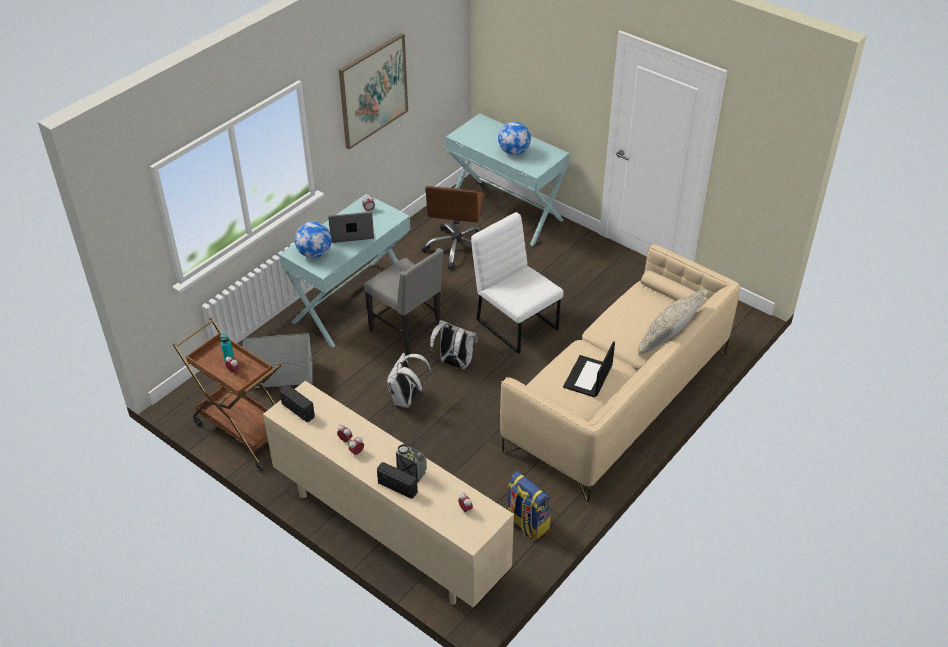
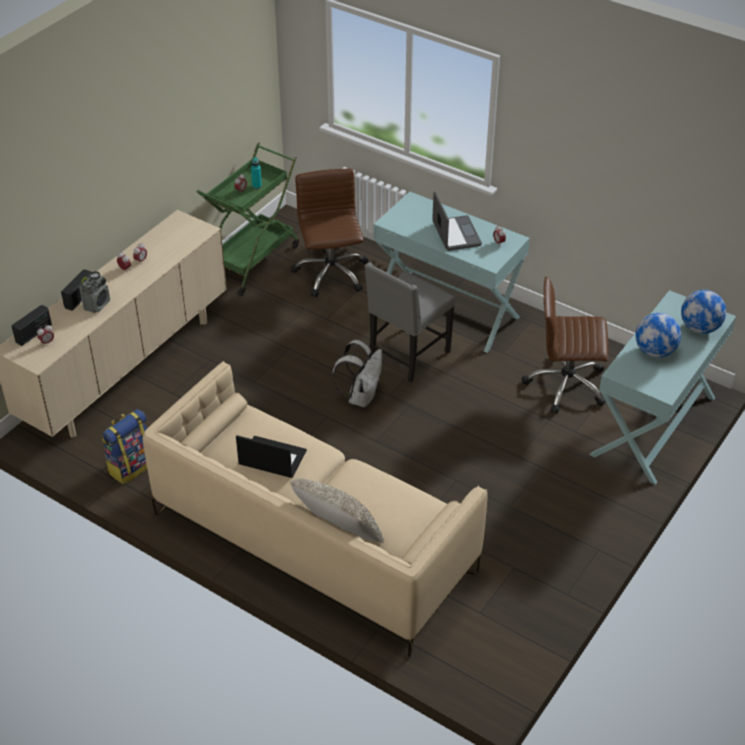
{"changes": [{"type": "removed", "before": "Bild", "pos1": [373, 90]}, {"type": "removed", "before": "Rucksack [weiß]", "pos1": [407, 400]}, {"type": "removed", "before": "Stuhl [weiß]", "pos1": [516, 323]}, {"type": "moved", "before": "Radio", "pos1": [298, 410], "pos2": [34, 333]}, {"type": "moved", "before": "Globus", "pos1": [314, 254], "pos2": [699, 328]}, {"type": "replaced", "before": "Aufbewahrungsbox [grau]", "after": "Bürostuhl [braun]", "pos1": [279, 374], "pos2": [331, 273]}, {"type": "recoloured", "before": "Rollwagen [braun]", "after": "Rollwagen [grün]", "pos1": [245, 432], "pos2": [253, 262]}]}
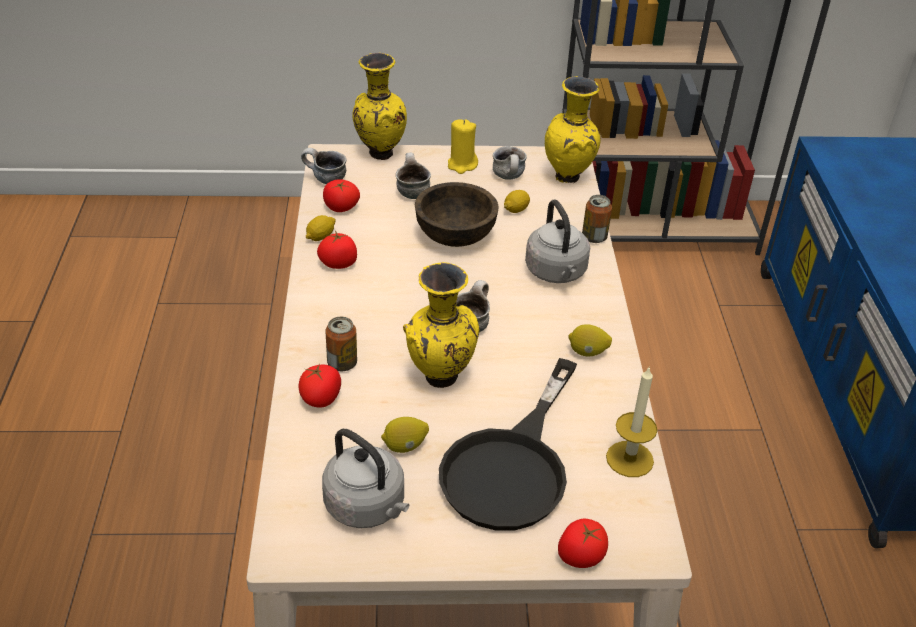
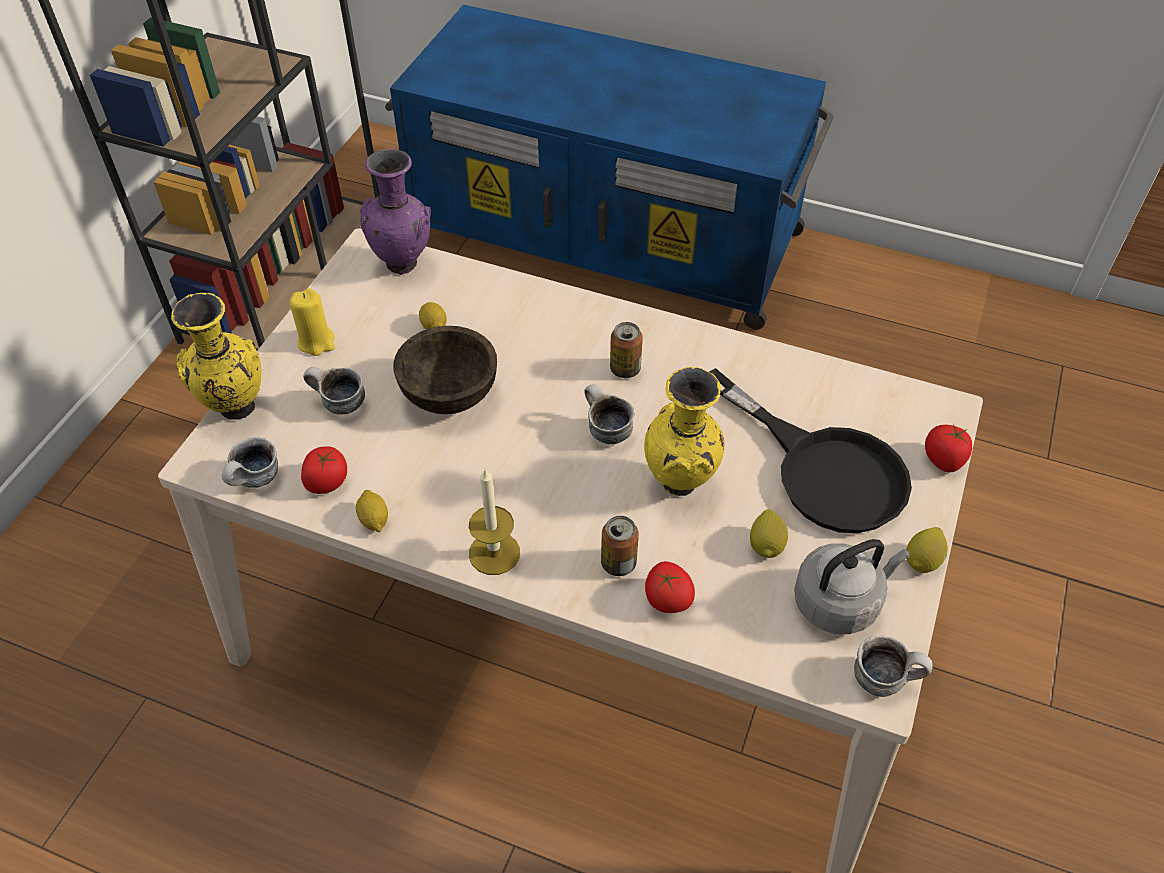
{"changes": [{"type": "removed", "before": "Tomate", "pos1": [338, 263]}, {"type": "removed", "before": "Wasserkessel [grau]", "pos1": [556, 273]}, {"type": "moved", "before": "Henkelbecher", "pos1": [510, 178], "pos2": [885, 678]}, {"type": "moved", "before": "Zitrone", "pos1": [587, 352], "pos2": [923, 561]}, {"type": "moved", "before": "Dose", "pos1": [594, 237], "pos2": [625, 369]}, {"type": "moved", "before": "Kerze", "pos1": [629, 459], "pos2": [494, 553]}, {"type": "recoloured", "before": "Vase [gelb]", "after": "Vase [lila]", "pos1": [569, 178], "pos2": [404, 264]}]}
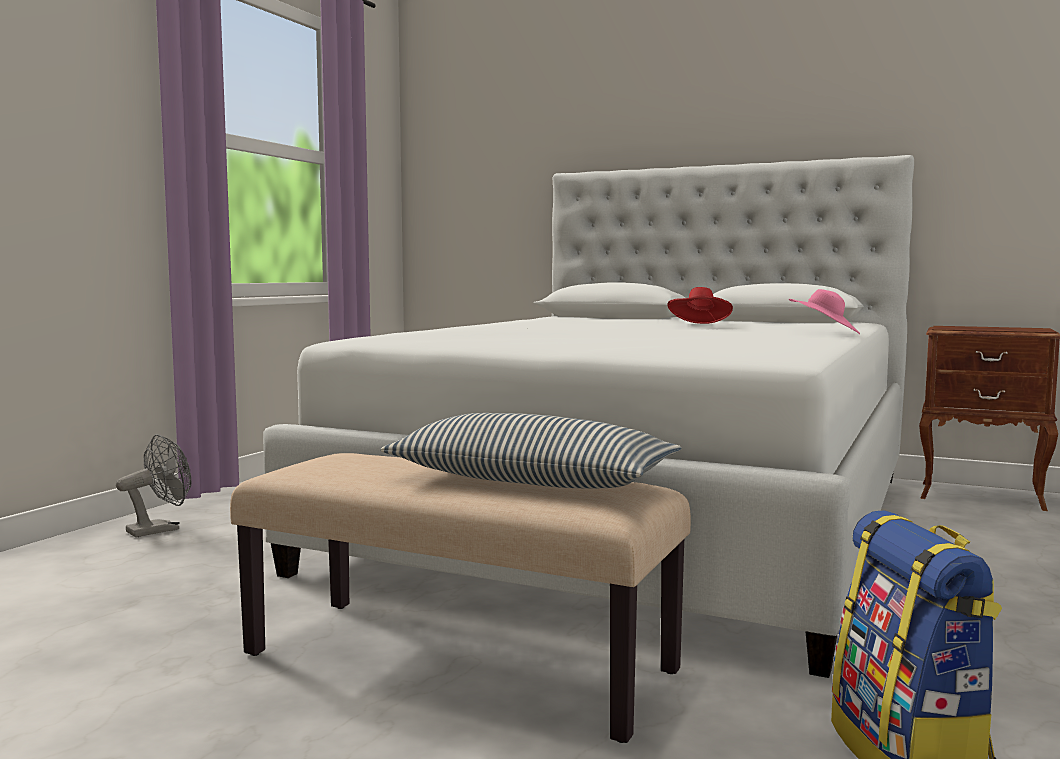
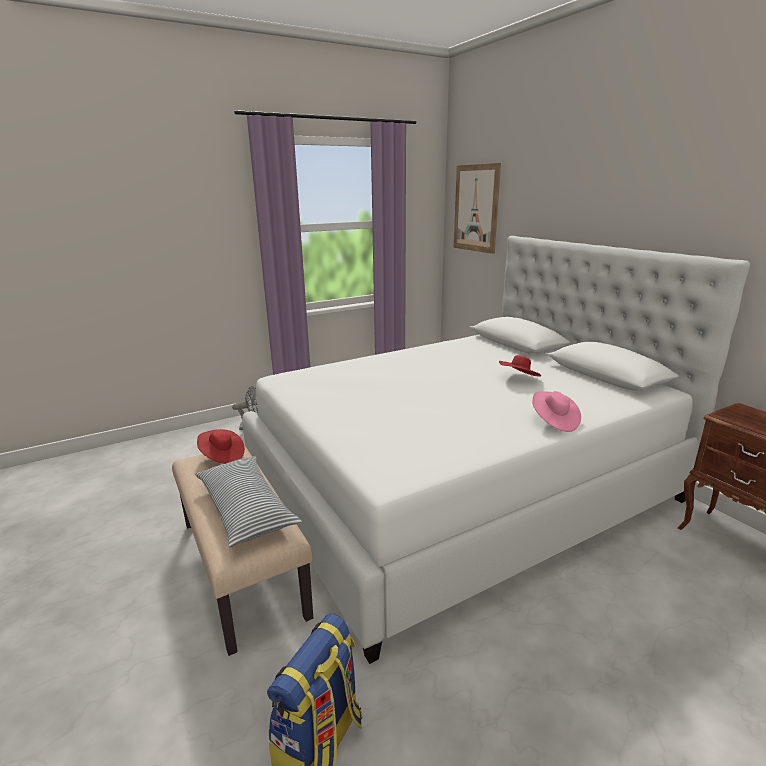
{"changes": [{"type": "added", "after": "Hut [rot]", "pos2": [222, 456]}, {"type": "added", "after": "Bild", "pos2": [476, 208]}]}
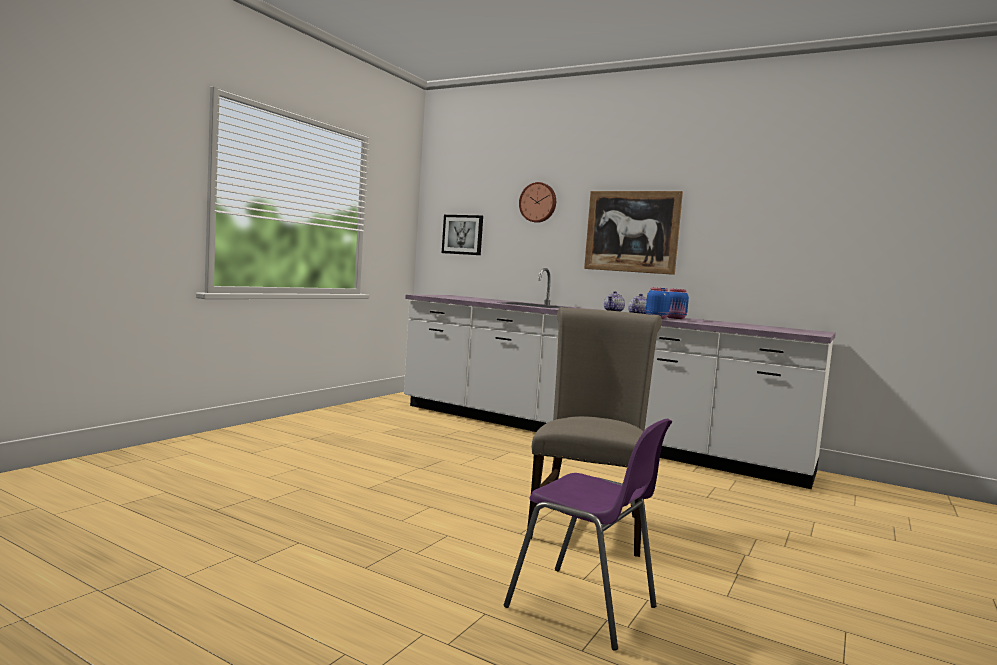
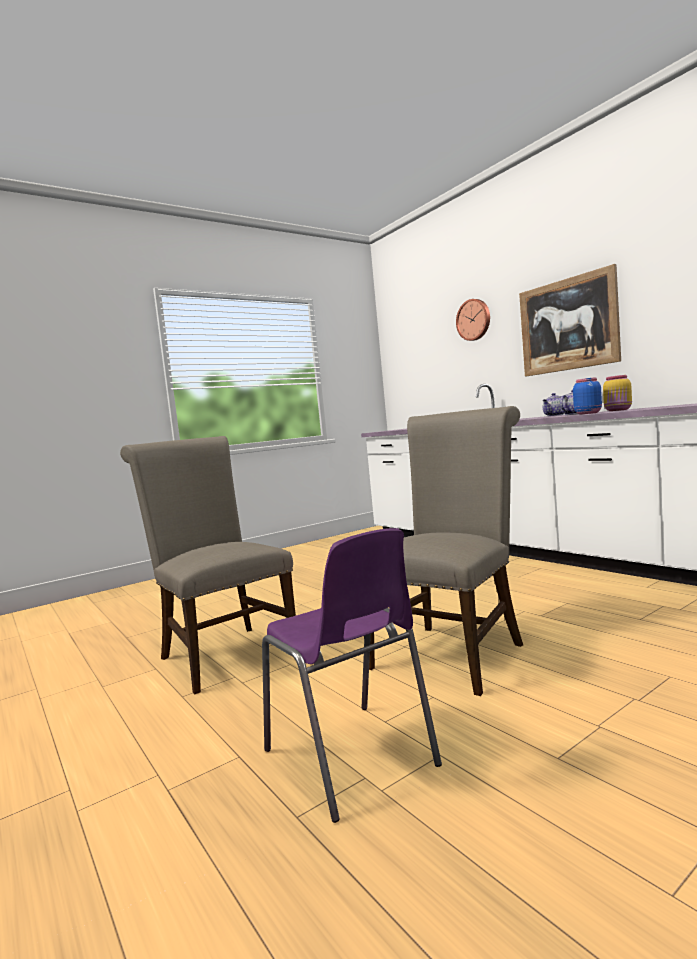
{"changes": [{"type": "removed", "before": "Bild", "pos1": [463, 234]}, {"type": "added", "after": "Stuhl [beige]", "pos2": [223, 654]}, {"type": "recoloured", "before": "Vorratsglas [blau]", "after": "Vorratsglas [gelb]", "pos1": [675, 318], "pos2": [618, 410]}]}
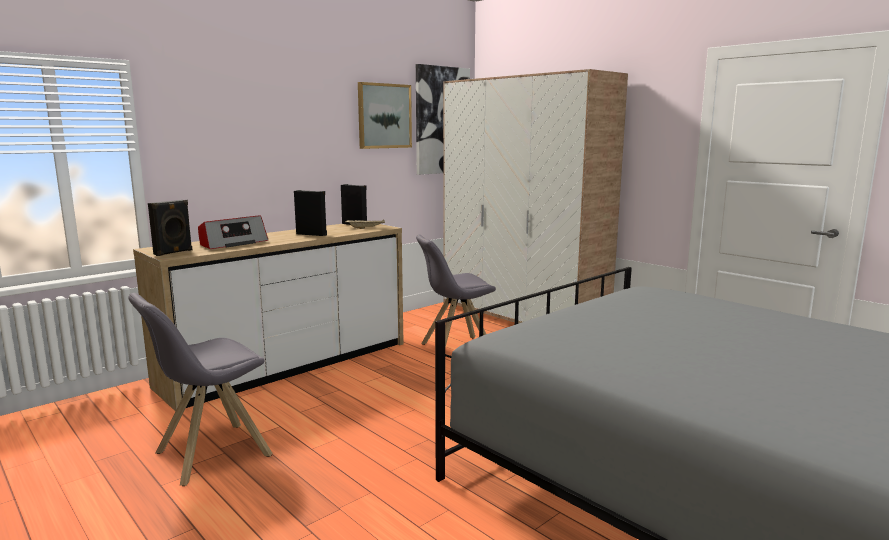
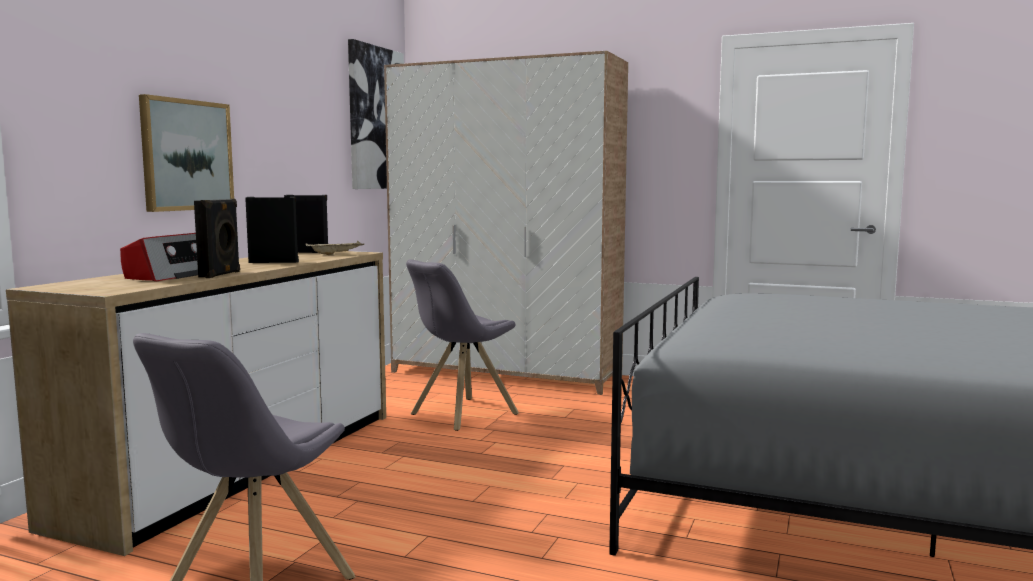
{"changes": [{"type": "moved", "before": "Lautsprecher [schwarz]", "pos1": [174, 252], "pos2": [221, 274]}, {"type": "moved", "before": "Bild", "pos1": [384, 116], "pos2": [186, 155]}]}
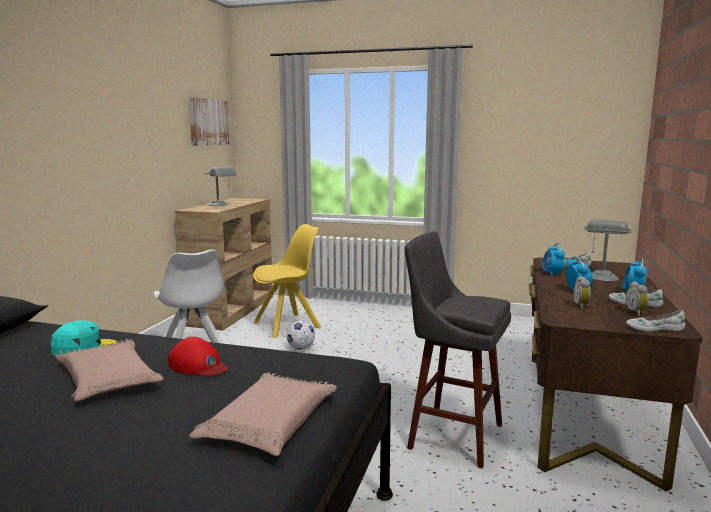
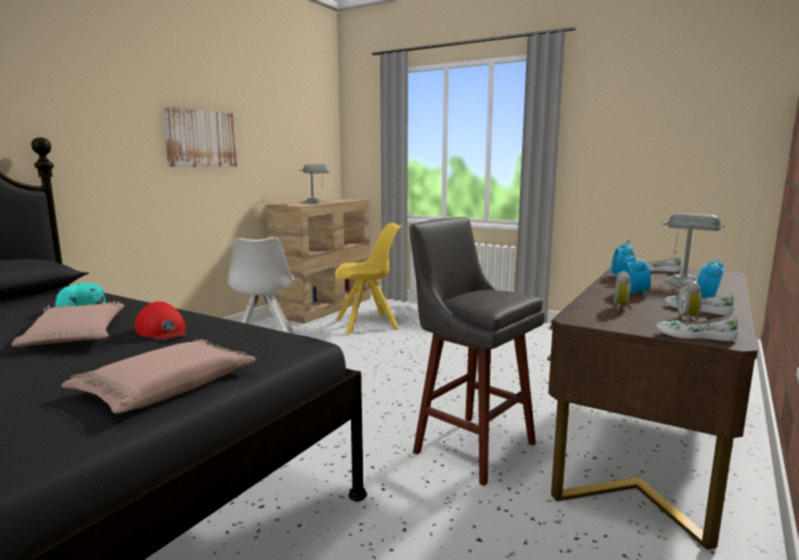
{"changes": [{"type": "removed", "before": "Fußball", "pos1": [301, 348]}, {"type": "moved", "before": "Bild", "pos1": [209, 122], "pos2": [201, 138]}]}
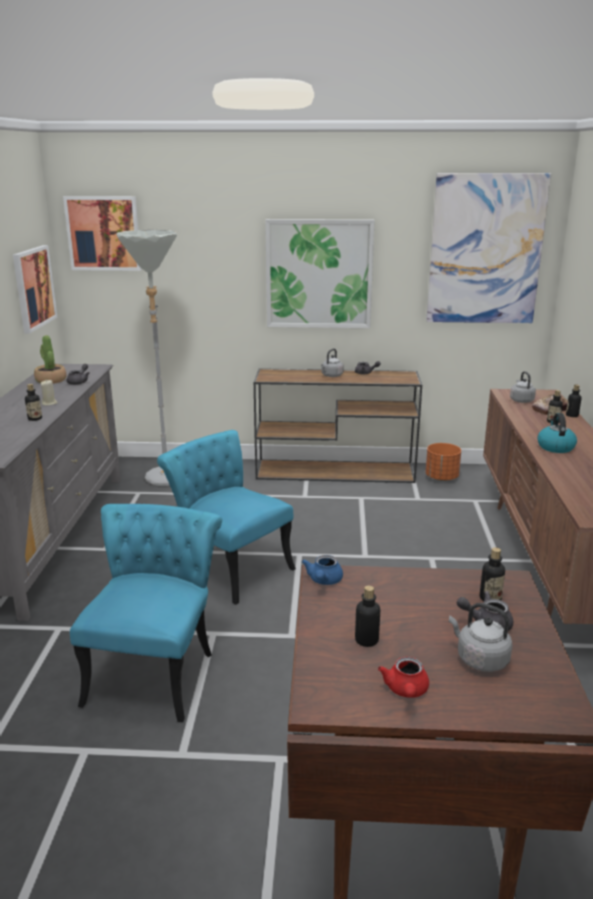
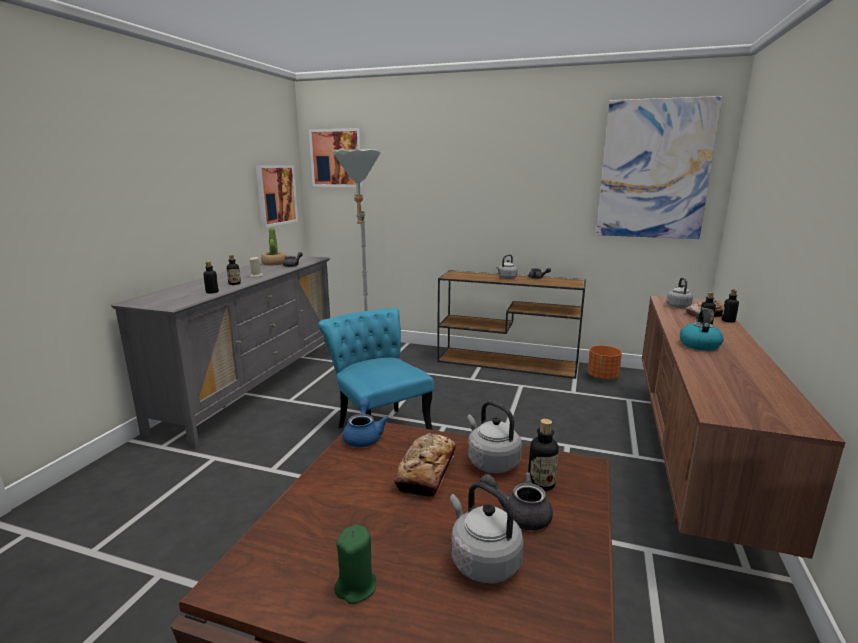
{"changes": [{"type": "removed", "before": "Stuhl [türkis]", "pos1": [155, 669]}, {"type": "removed", "before": "Bild", "pos1": [319, 274]}, {"type": "added", "after": "Brot", "pos2": [426, 471]}, {"type": "added", "after": "Wasserkessel [grau]", "pos2": [491, 462]}, {"type": "moved", "before": "Flasche", "pos1": [366, 640], "pos2": [212, 292]}, {"type": "replaced", "before": "Teekanne [rot]", "after": "Kerze [grün]", "pos1": [406, 691], "pos2": [356, 587]}, {"type": "turned", "before": "Teekanne [blau]", "pos1": [323, 581], "pos2": [363, 436], "turn": 150}]}
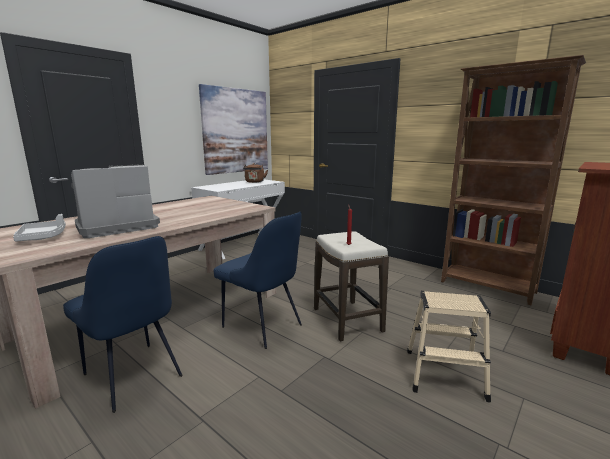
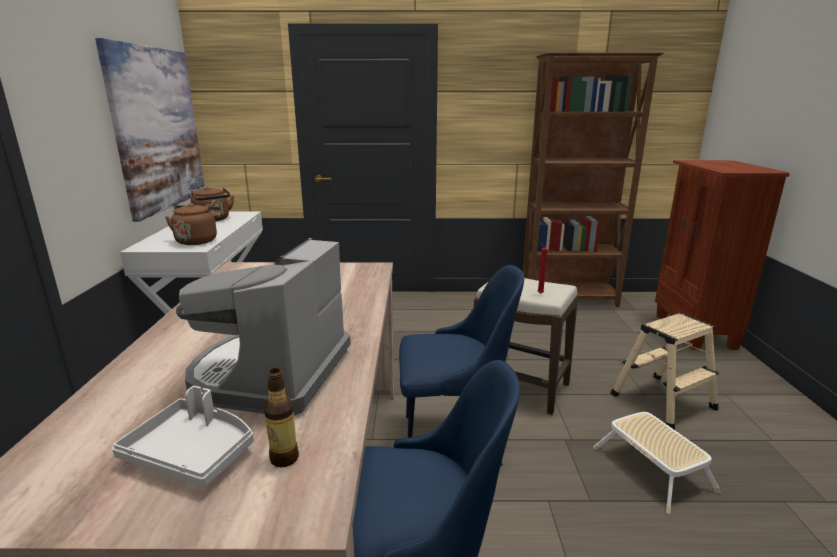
{"changes": [{"type": "added", "after": "Wasserkessel [braun]", "pos2": [197, 240]}, {"type": "added", "after": "Flasche", "pos2": [284, 458]}, {"type": "added", "after": "Trittleiter [beige]", "pos2": [652, 469]}]}
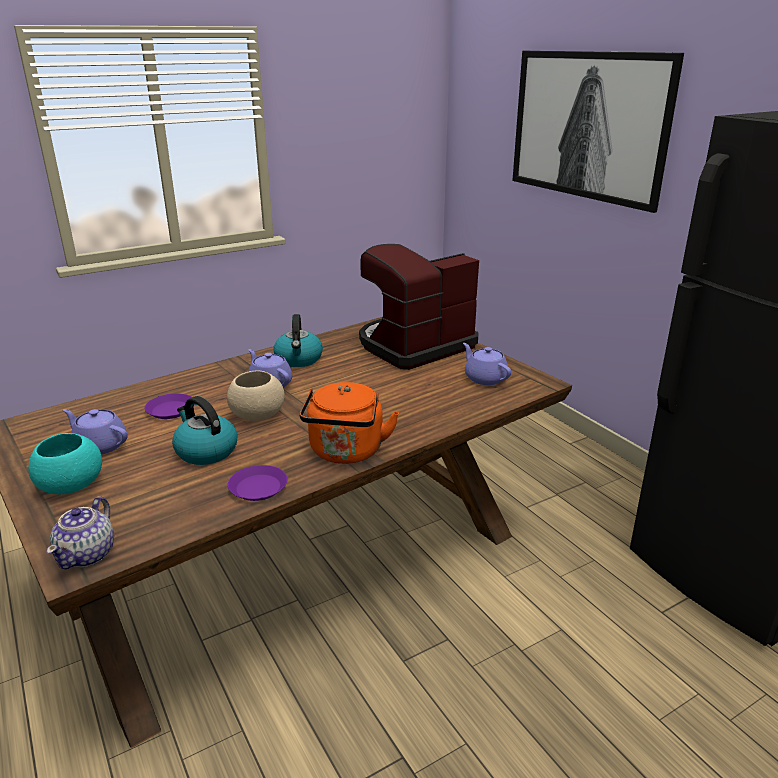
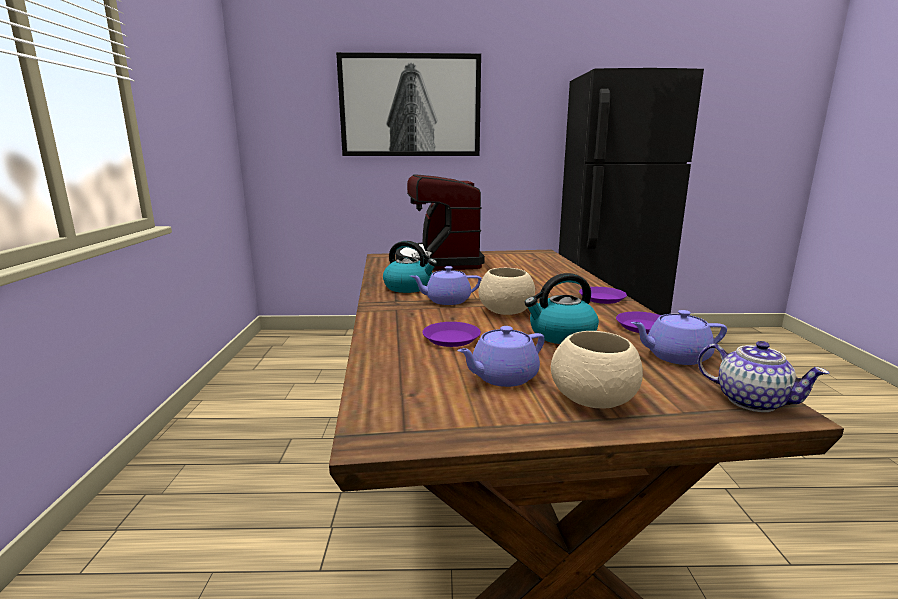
{"changes": [{"type": "moved", "before": "Teekanne [lila]", "pos1": [485, 378], "pos2": [675, 356]}, {"type": "replaced", "before": "Wasserkessel [orange]", "after": "Teller [lila]", "pos1": [346, 453], "pos2": [602, 298]}, {"type": "recoloured", "before": "Schüssel [türkis]", "after": "Schüssel [beige]", "pos1": [69, 486], "pos2": [594, 400]}]}
